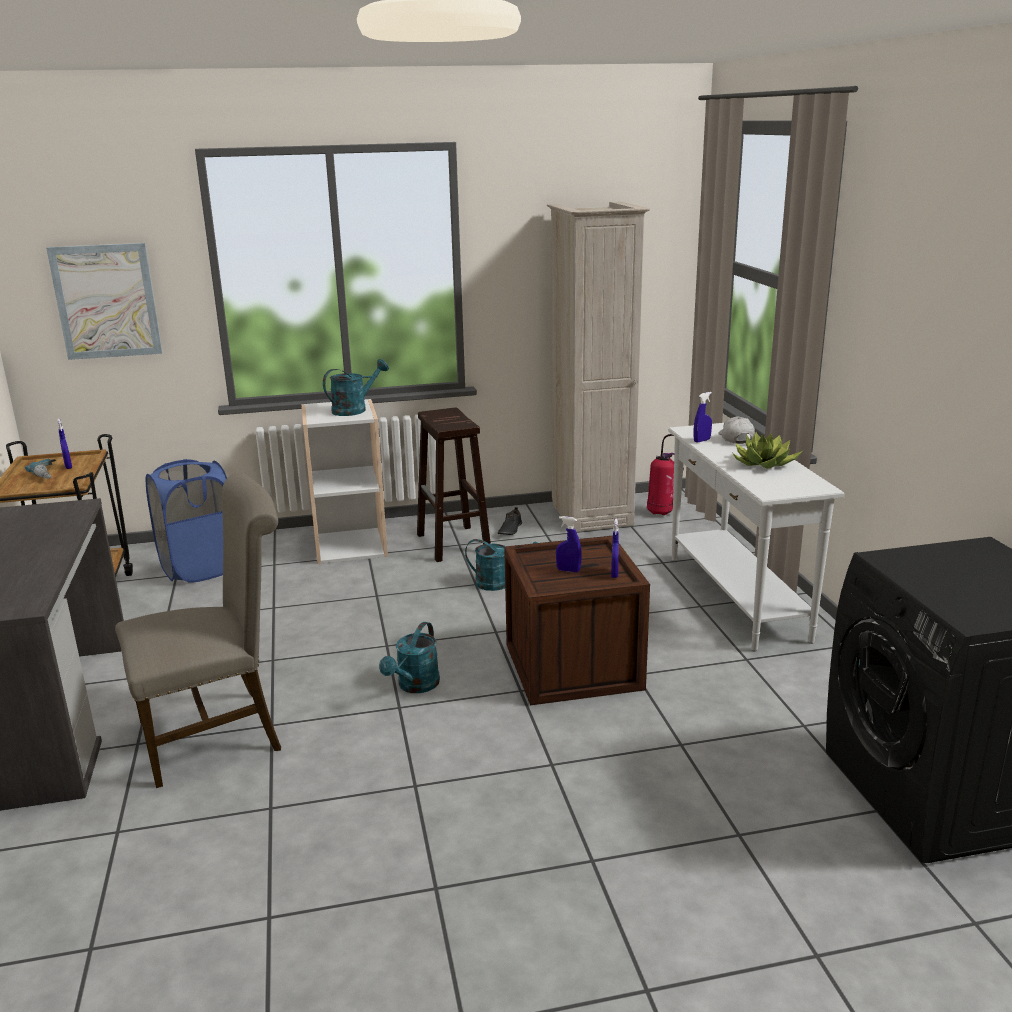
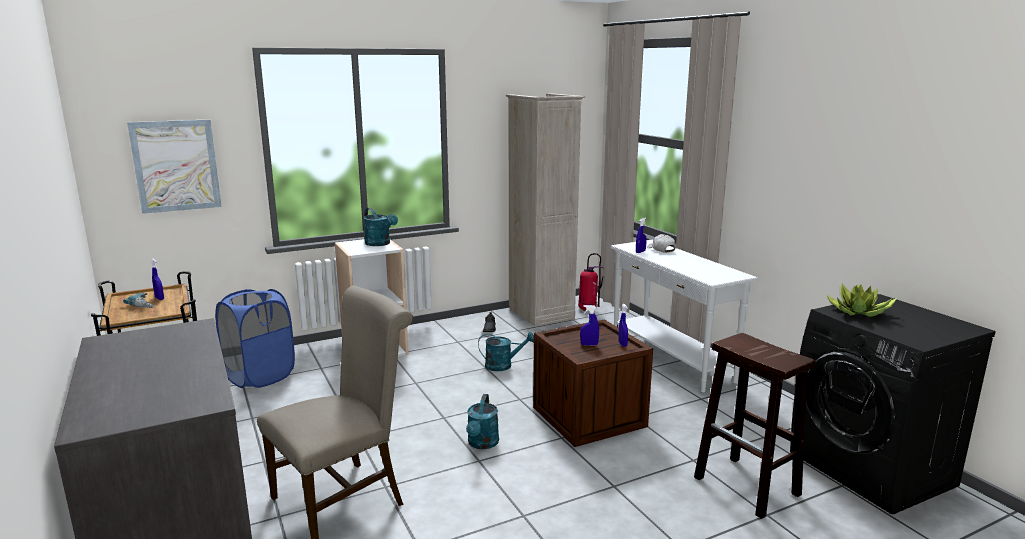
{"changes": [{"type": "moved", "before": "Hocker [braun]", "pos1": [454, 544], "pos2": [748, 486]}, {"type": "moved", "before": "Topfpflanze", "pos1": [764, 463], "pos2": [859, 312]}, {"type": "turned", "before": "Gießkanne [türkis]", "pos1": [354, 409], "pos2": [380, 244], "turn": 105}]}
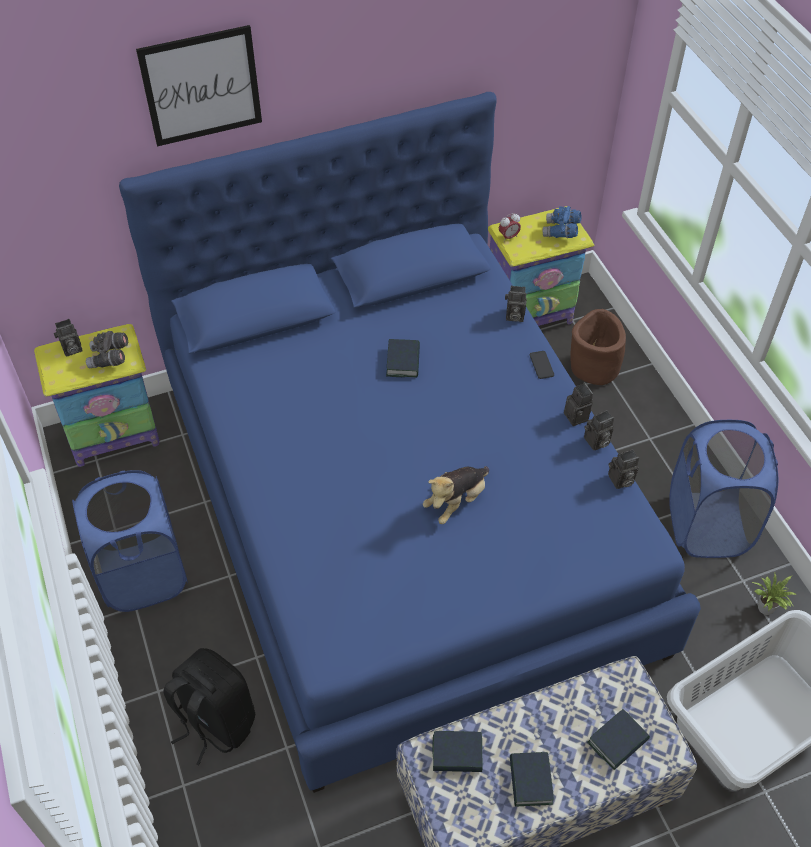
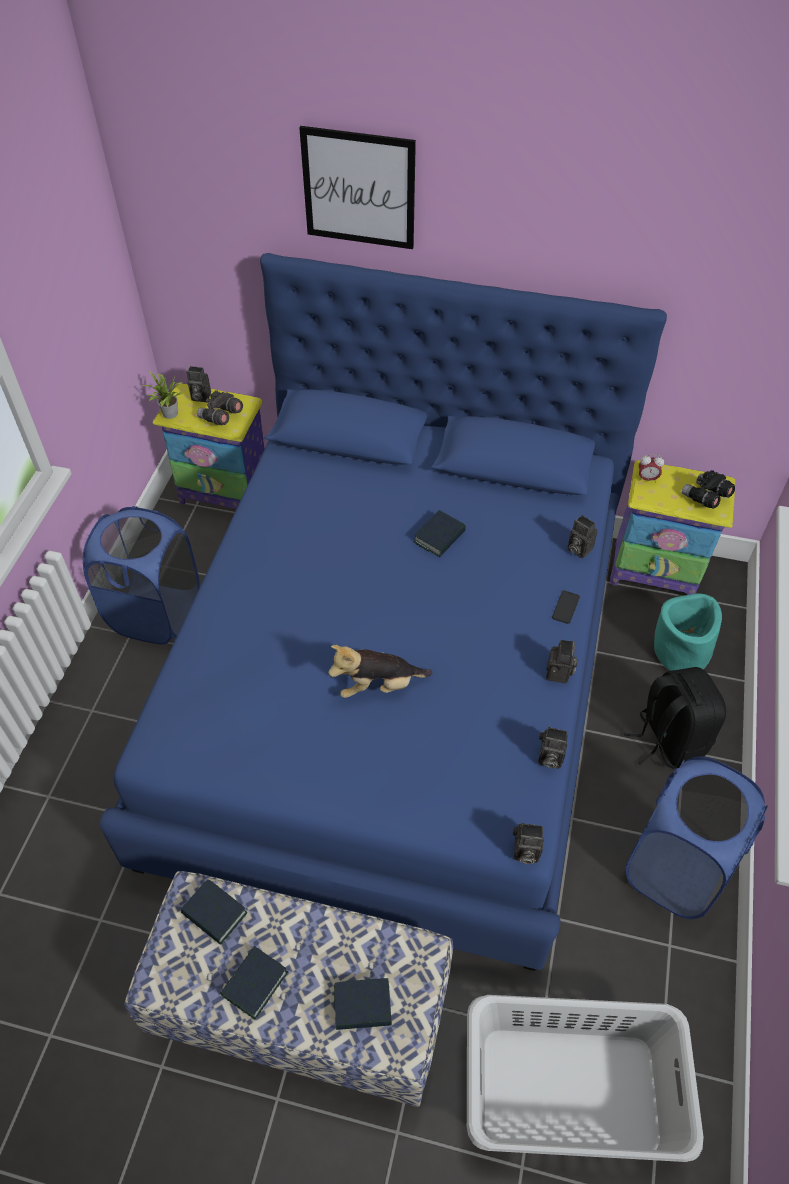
{"changes": [{"type": "moved", "before": "Rucksack [schwarz]", "pos1": [215, 721], "pos2": [667, 739]}, {"type": "moved", "before": "Kamera", "pos1": [596, 442], "pos2": [524, 852]}, {"type": "moved", "before": "Topfpflanze", "pos1": [766, 610], "pos2": [169, 415]}, {"type": "recoloured", "before": "Fernglas [blau]", "after": "Fernglas [schwarz]", "pos1": [561, 231], "pos2": [705, 498]}, {"type": "recoloured", "before": "Pflanzkübel [braun]", "after": "Pflanzkübel [türkis]", "pos1": [593, 367], "pos2": [680, 653]}]}
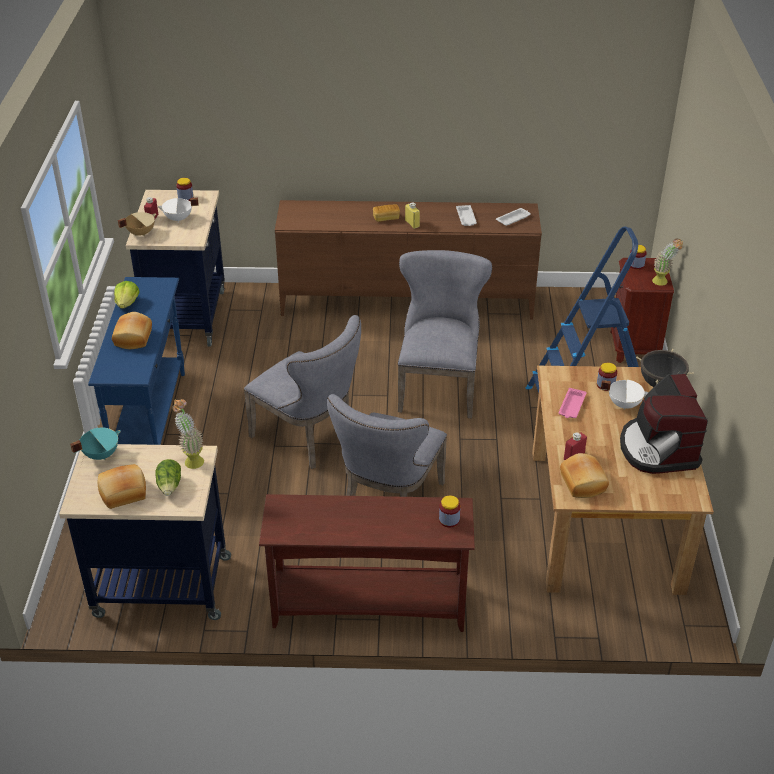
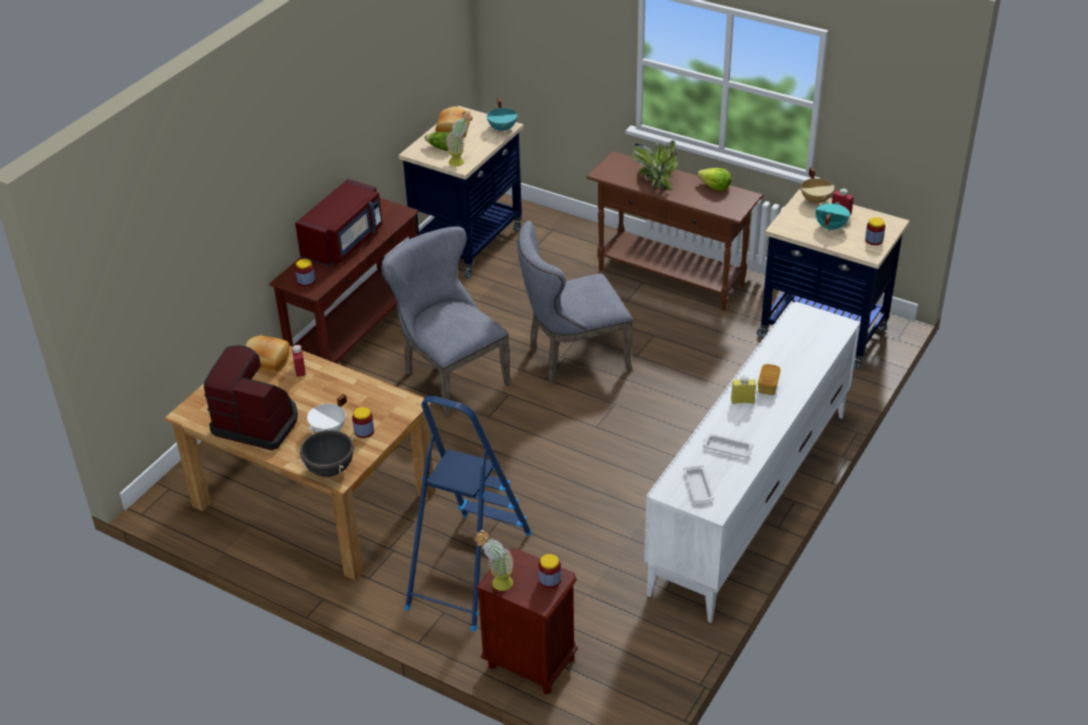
{"changes": [{"type": "removed", "before": "Stuhl [grau]", "pos1": [438, 385]}, {"type": "removed", "before": "Tablett [rosa]", "pos1": [571, 406]}, {"type": "added", "after": "Mikrowelle [rot]", "pos2": [344, 242]}, {"type": "replaced", "before": "Brot", "after": "Topfpflanze", "pos1": [134, 338], "pos2": [657, 181]}, {"type": "recoloured", "before": "Konsolentisch [blau]", "after": "Konsolentisch [braun]", "pos1": [150, 418], "pos2": [671, 278]}, {"type": "recoloured", "before": "Kochtopf [weiß]", "after": "Kochtopf [türkis]", "pos1": [178, 219], "pos2": [830, 227]}, {"type": "recoloured", "before": "Schrank [braun]", "after": "Schrank [weiß]", "pos1": [408, 302], "pos2": [751, 502]}]}
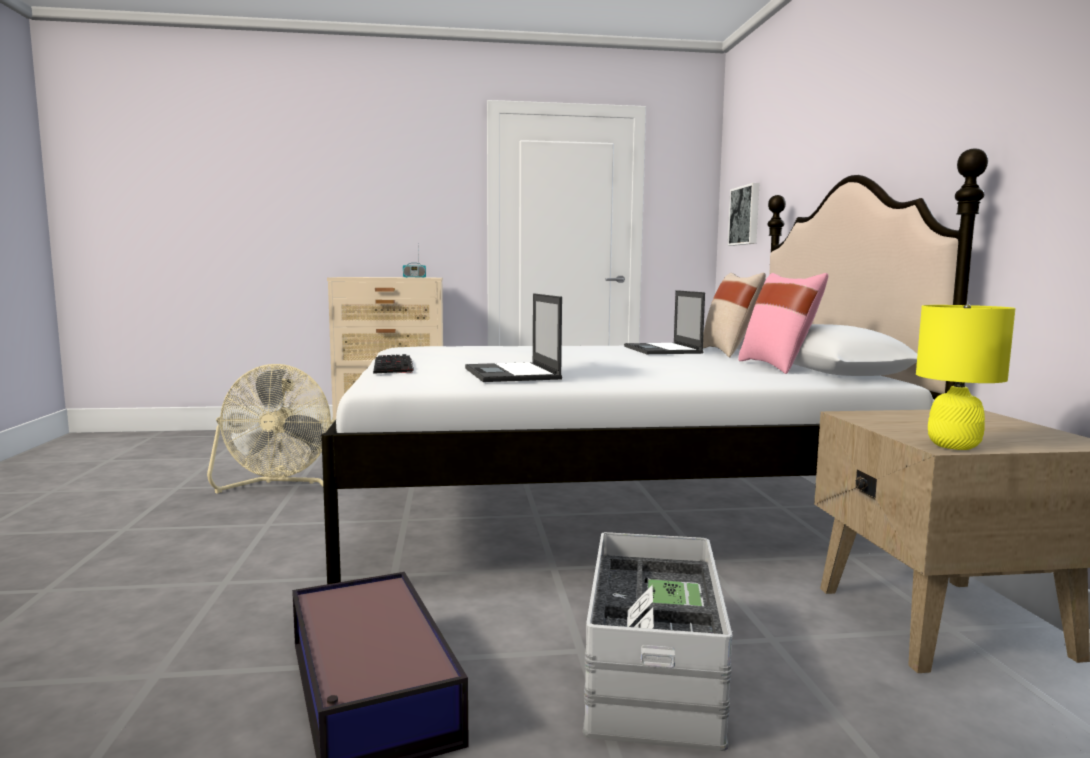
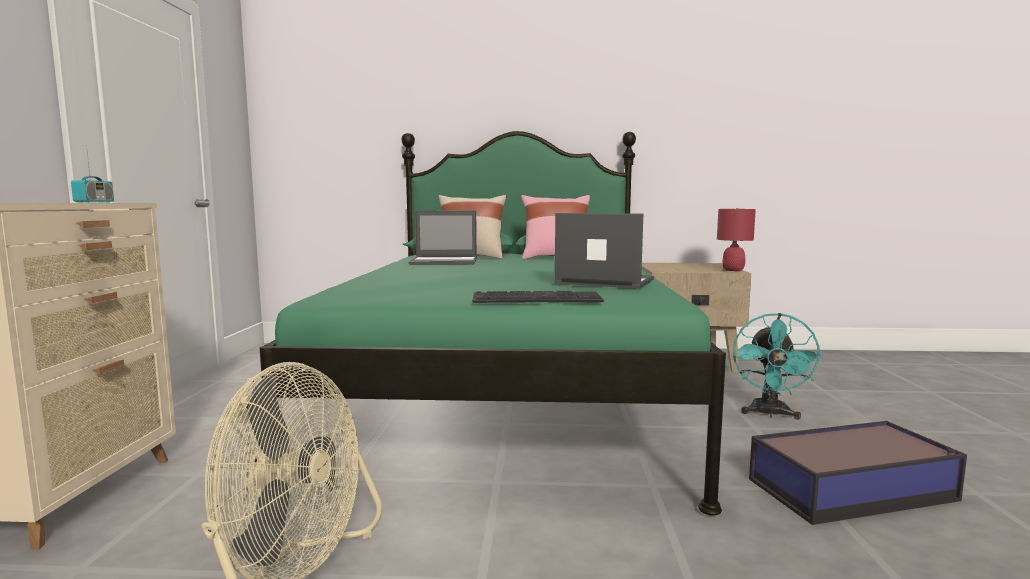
{"changes": [{"type": "removed", "before": "Bild", "pos1": [746, 215]}, {"type": "replaced", "before": "Aufbewahrungsbox [grau]", "after": "Ventilator [türkis]", "pos1": [655, 672], "pos2": [770, 414]}, {"type": "recoloured", "before": "Bett [weiß]", "after": "Bett [grün]", "pos1": [608, 511], "pos2": [509, 399]}, {"type": "recoloured", "before": "Tischlampe [gelb]", "after": "Tischlampe [rot]", "pos1": [956, 447], "pos2": [733, 270]}, {"type": "turned", "before": "Laptop", "pos1": [512, 374], "pos2": [603, 281], "turn": -150}]}
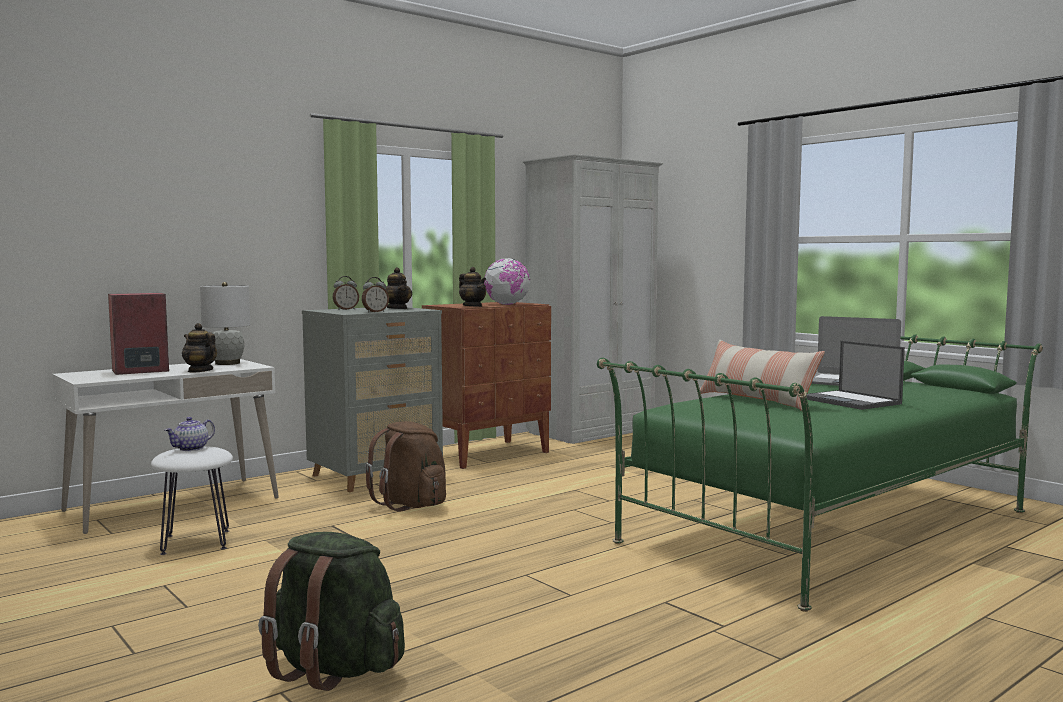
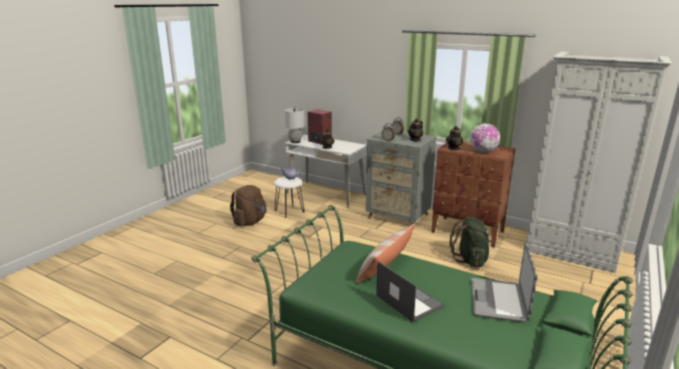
{"changes": [{"type": "moved", "before": "Tischlampe [weiß]", "pos1": [227, 363], "pos2": [295, 141]}, {"type": "moved", "before": "Rucksack [grün]", "pos1": [333, 669], "pos2": [470, 260]}, {"type": "moved", "before": "Rucksack [braun]", "pos1": [411, 505], "pos2": [250, 222]}, {"type": "turned", "before": "Laptop", "pos1": [851, 401], "pos2": [408, 300], "turn": 105}]}
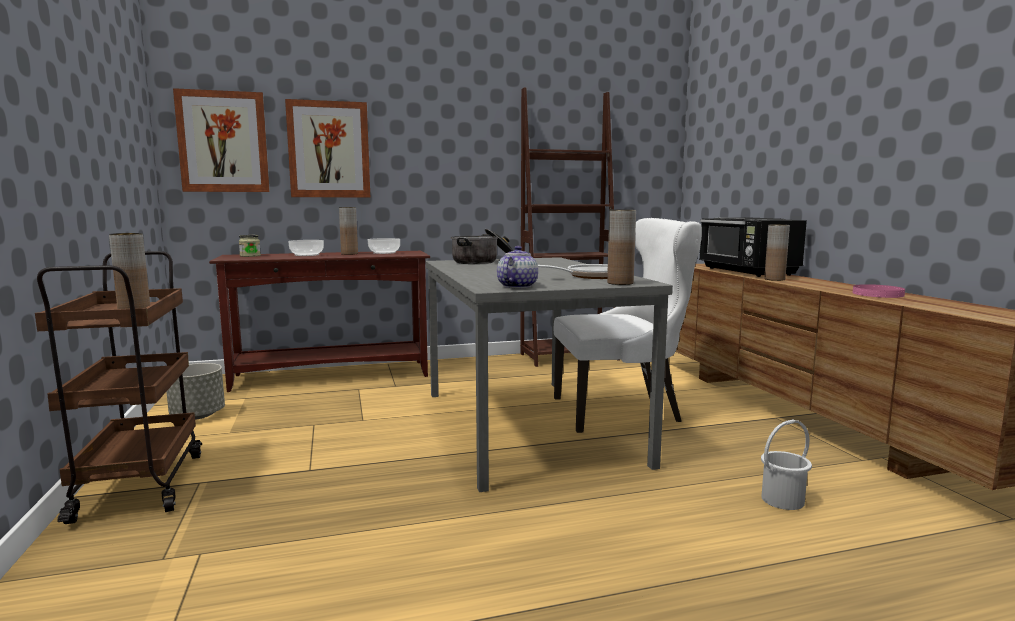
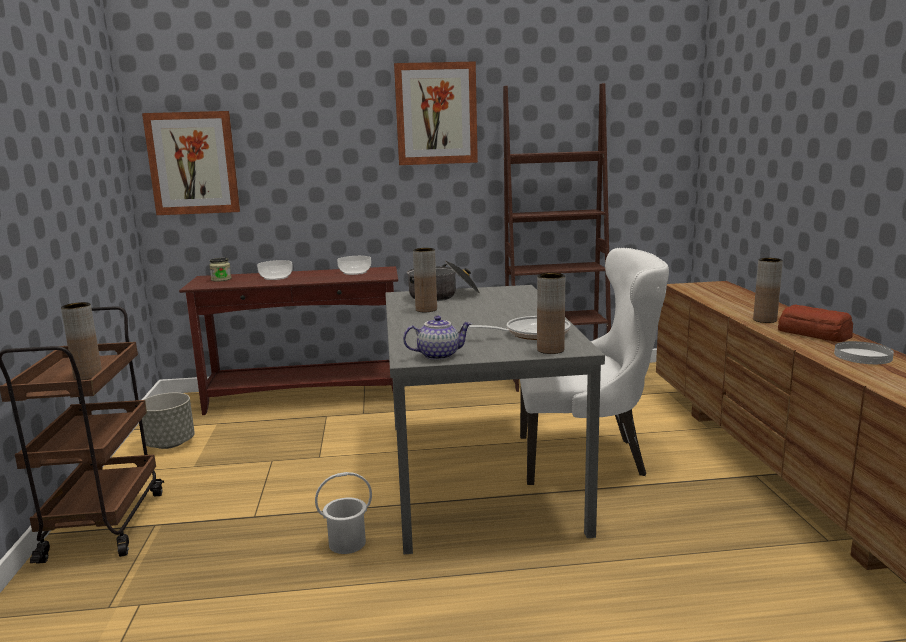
{"changes": [{"type": "removed", "before": "Mikrowelle [schwarz]", "pos1": [747, 272]}, {"type": "added", "after": "Brot", "pos2": [813, 333]}, {"type": "moved", "before": "Bild", "pos1": [329, 150], "pos2": [436, 114]}, {"type": "moved", "before": "Vase [braun]", "pos1": [349, 254], "pos2": [426, 309]}, {"type": "moved", "before": "Eimer [weiß]", "pos1": [781, 500], "pos2": [347, 543]}, {"type": "recoloured", "before": "Teller [rosa]", "after": "Teller [weiß]", "pos1": [877, 294], "pos2": [862, 356]}, {"type": "turned", "before": "Teekanne", "pos1": [516, 286], "pos2": [438, 355], "turn": 45}]}
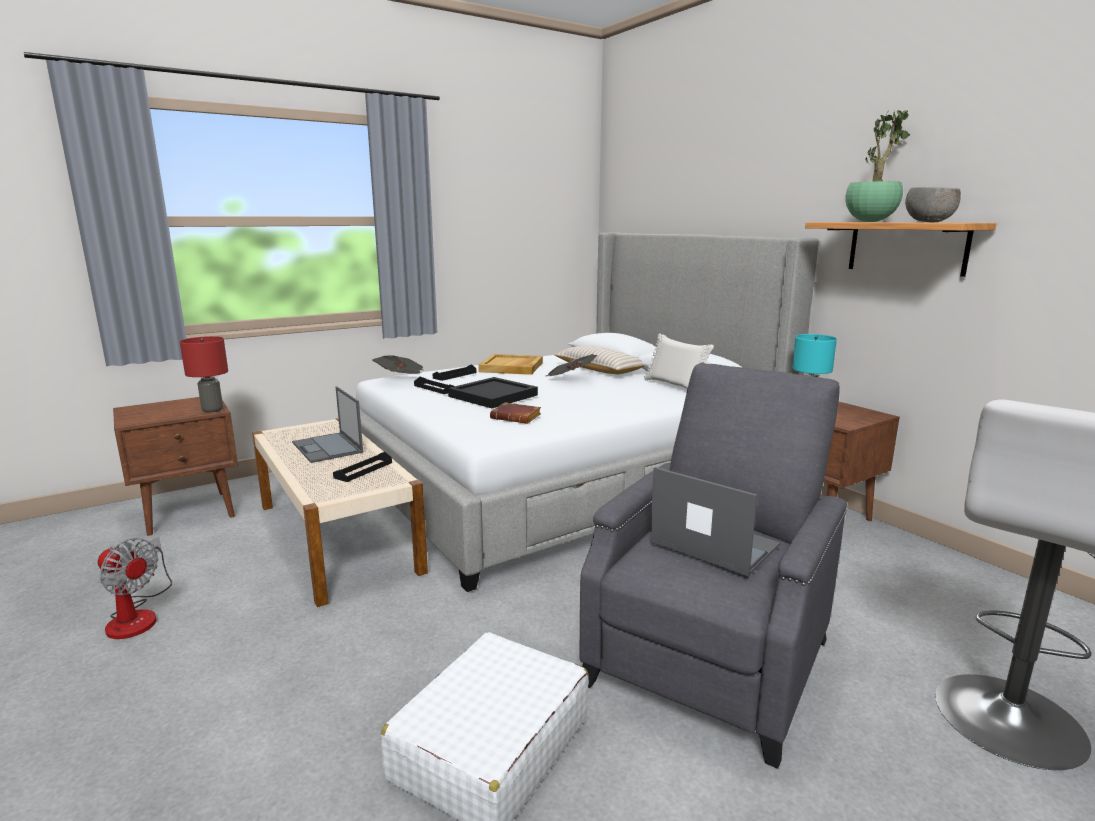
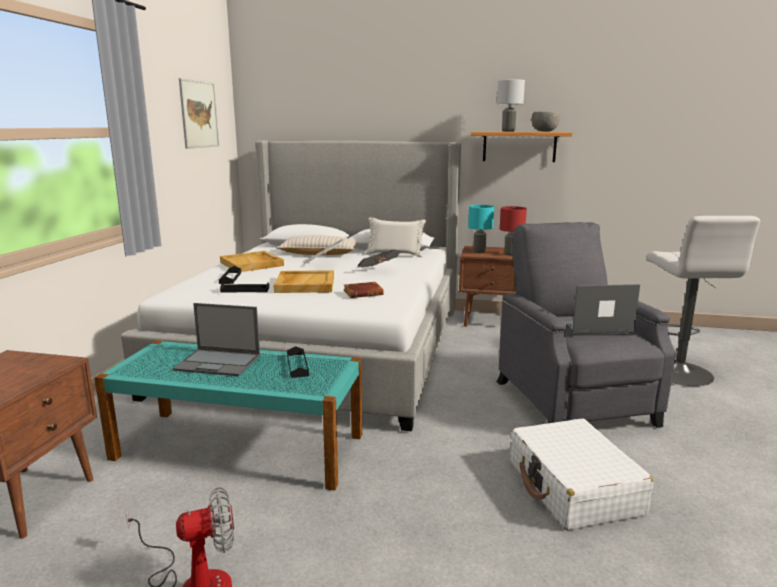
{"changes": [{"type": "added", "after": "Bild", "pos2": [199, 114]}, {"type": "moved", "before": "Tischlampe [rot]", "pos1": [213, 410], "pos2": [510, 254]}, {"type": "moved", "before": "Zeitung", "pos1": [401, 379], "pos2": [378, 271]}, {"type": "replaced", "before": "Topfpflanze", "after": "Tischlampe [weiß]", "pos1": [870, 222], "pos2": [507, 131]}, {"type": "recoloured", "before": "Bank [beige]", "after": "Bank [türkis]", "pos1": [337, 536], "pos2": [240, 446]}, {"type": "recoloured", "before": "Tablett [schwarz]", "after": "Tablett [beige]", "pos1": [493, 395], "pos2": [304, 284]}]}
